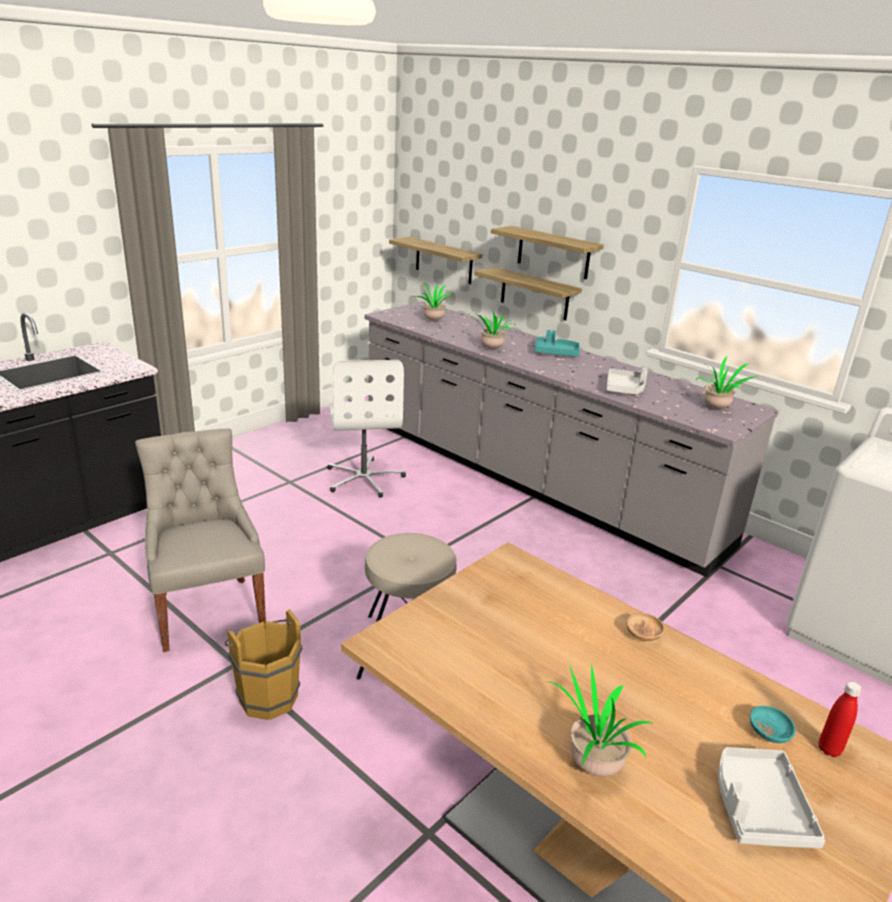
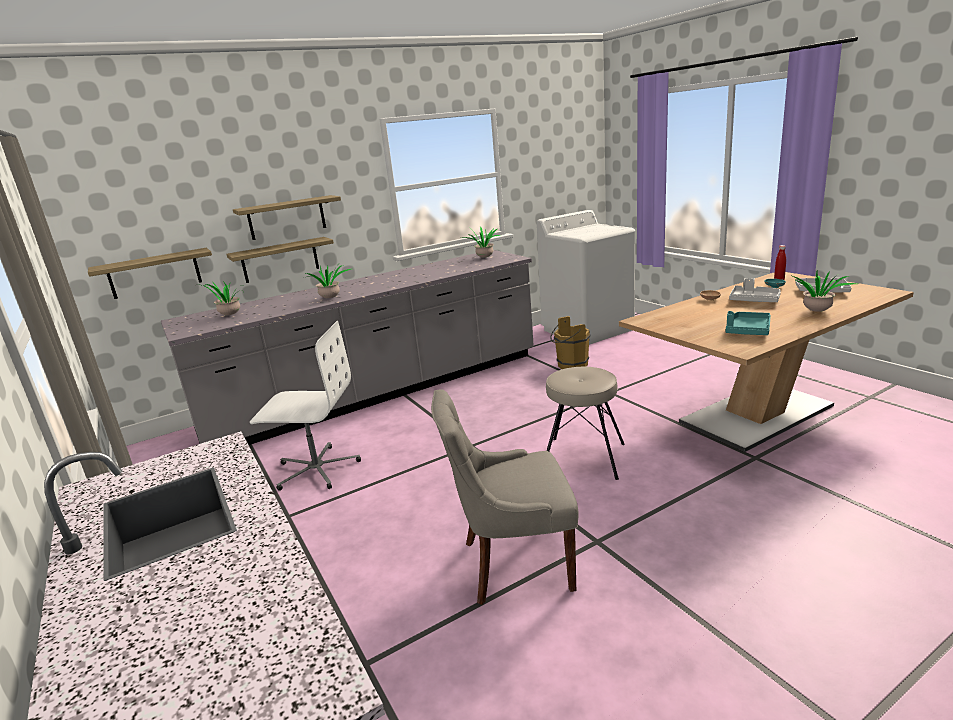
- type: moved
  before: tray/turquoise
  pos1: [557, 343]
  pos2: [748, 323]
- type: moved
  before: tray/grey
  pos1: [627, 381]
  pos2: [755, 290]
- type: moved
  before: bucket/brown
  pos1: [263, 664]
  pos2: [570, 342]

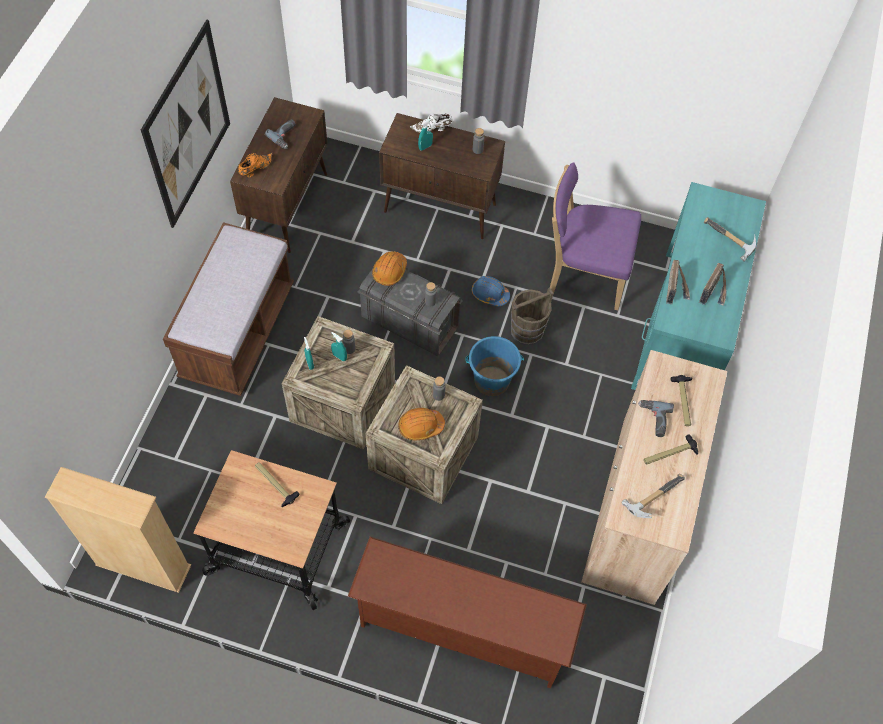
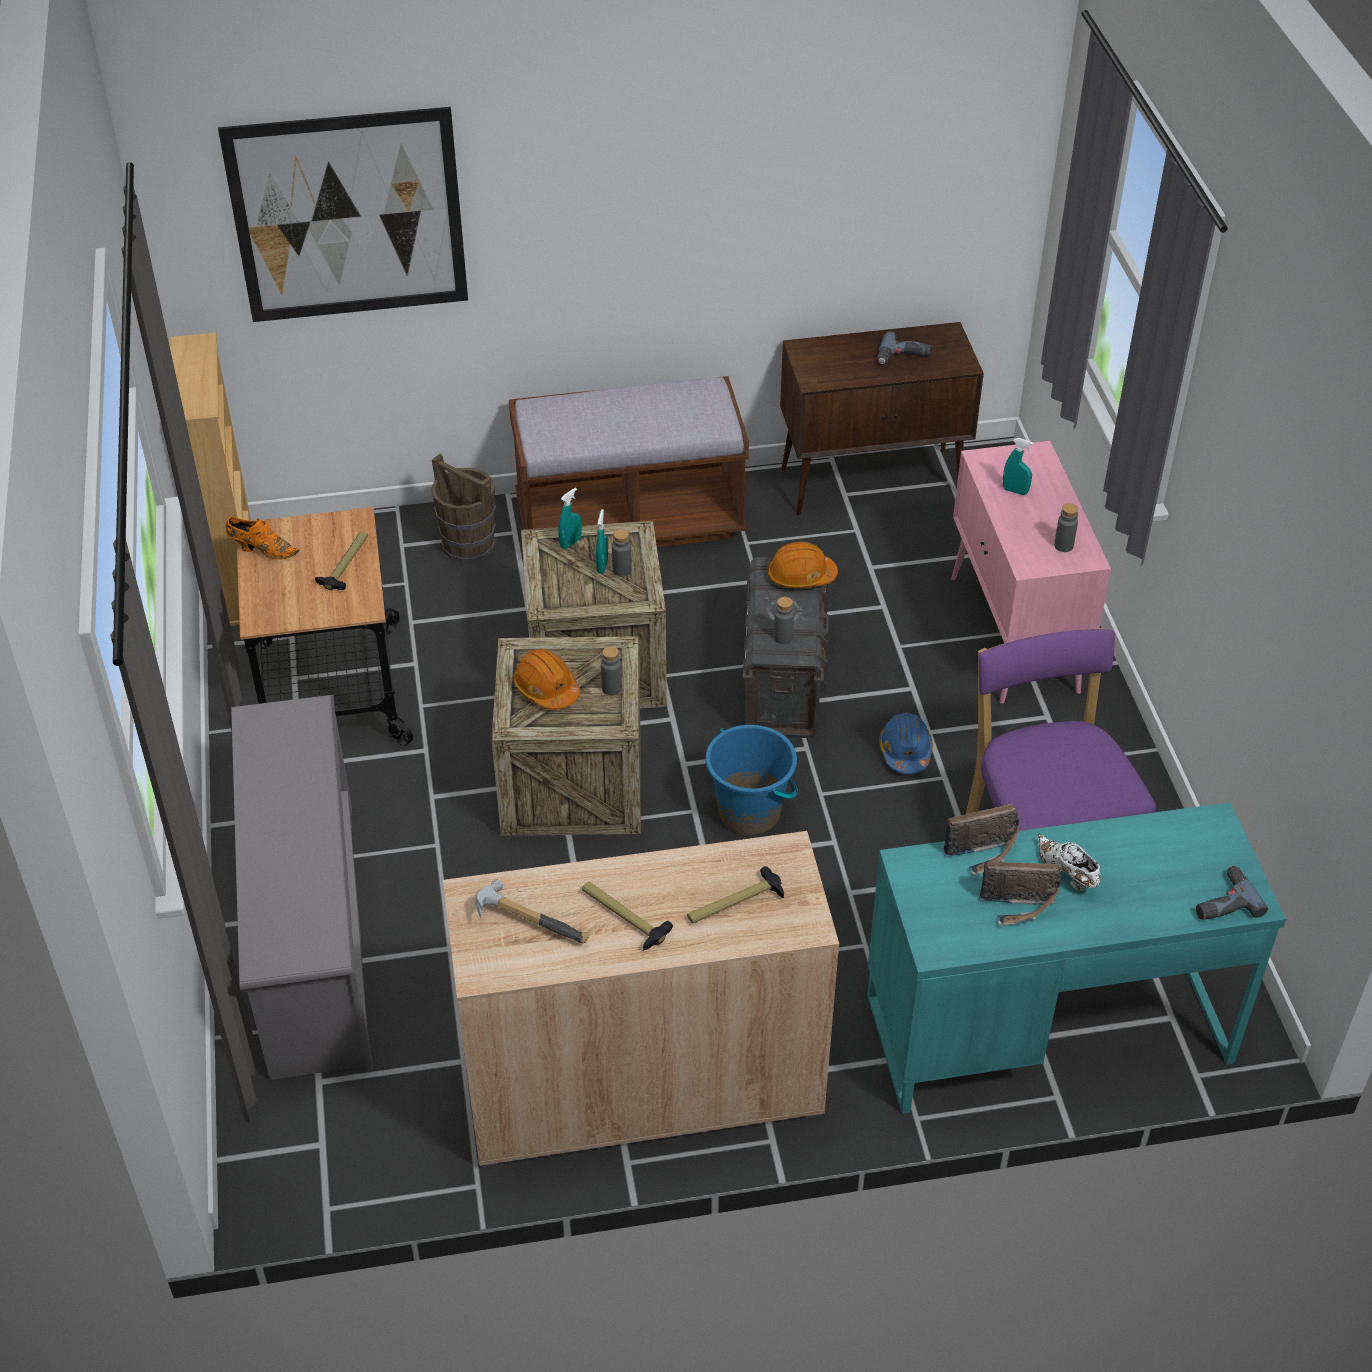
- type: moved
  before: picture
  pos1: [185, 123]
  pos2: [343, 214]
- type: recoloured
  before: cabinet/brown
  after: cabinet/pink
  pos1: [442, 176]
  pos2: [1031, 572]
- type: moved
  before: shoe/white
  pos1: [431, 123]
  pos2: [1069, 862]
- type: moved
  before: shoe/orange
  pos1: [255, 165]
  pos2: [263, 537]
- type: removed
  before: hammer
  pos1: [730, 239]
- type: moved
  before: bucket/brown
  pos1: [532, 316]
  pos2: [463, 508]
- type: moved
  before: power drill
  pos1: [656, 418]
  pos2: [1232, 892]
- type: recoloured
  before: shoe rack/brown
  after: shoe rack/grey
  pos1: [467, 612]
  pos2: [302, 887]

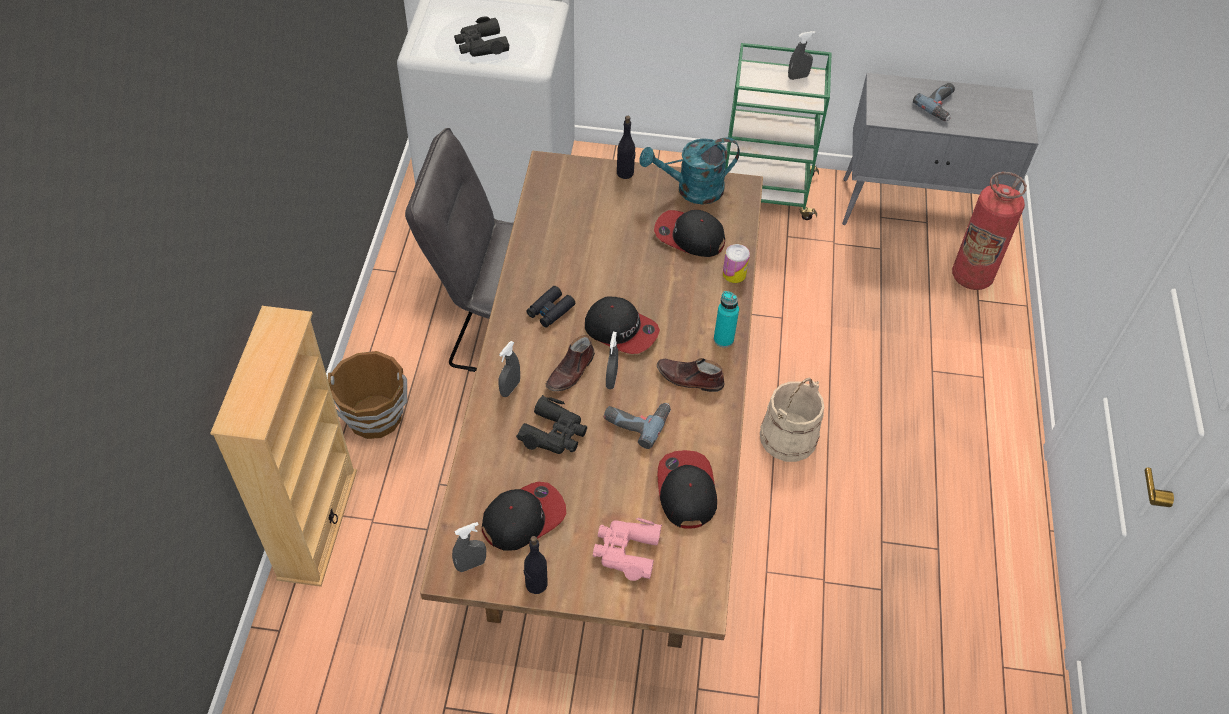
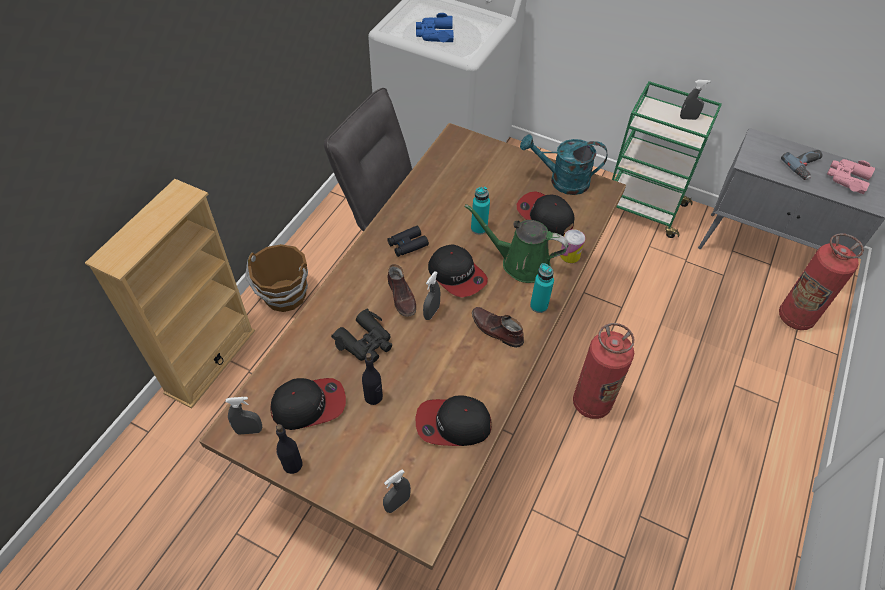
- type: recoloured
  before: binoculars/black
  after: binoculars/blue
  pos1: [482, 36]
  pos2: [435, 27]
- type: moved
  before: bottle/black
  pos1: [626, 147]
  pos2: [372, 379]
- type: turned
  before: shoe/brown
  pos1: [570, 363]
  pos2: [401, 290]
  turn: -75
- type: moved
  before: spray bottle/grey
  pos1: [509, 369]
  pos2: [397, 491]
- type: replaced
  before: bucket/beige
  after: fire extinguisher
  pos1: [792, 419]
  pos2: [603, 371]
- type: removed
  before: power drill
  pos1: [637, 426]
- type: turned
  before: cap
  pos1: [687, 489]
  pos2: [454, 420]
  turn: -105
- type: moved
  before: binoculars/pink
  pos1: [627, 549]
  pos2: [851, 176]
- type: added
  after: bottle/turquoise
  pos2: [480, 211]
- type: added
  after: watering can/green
  pos2: [516, 243]

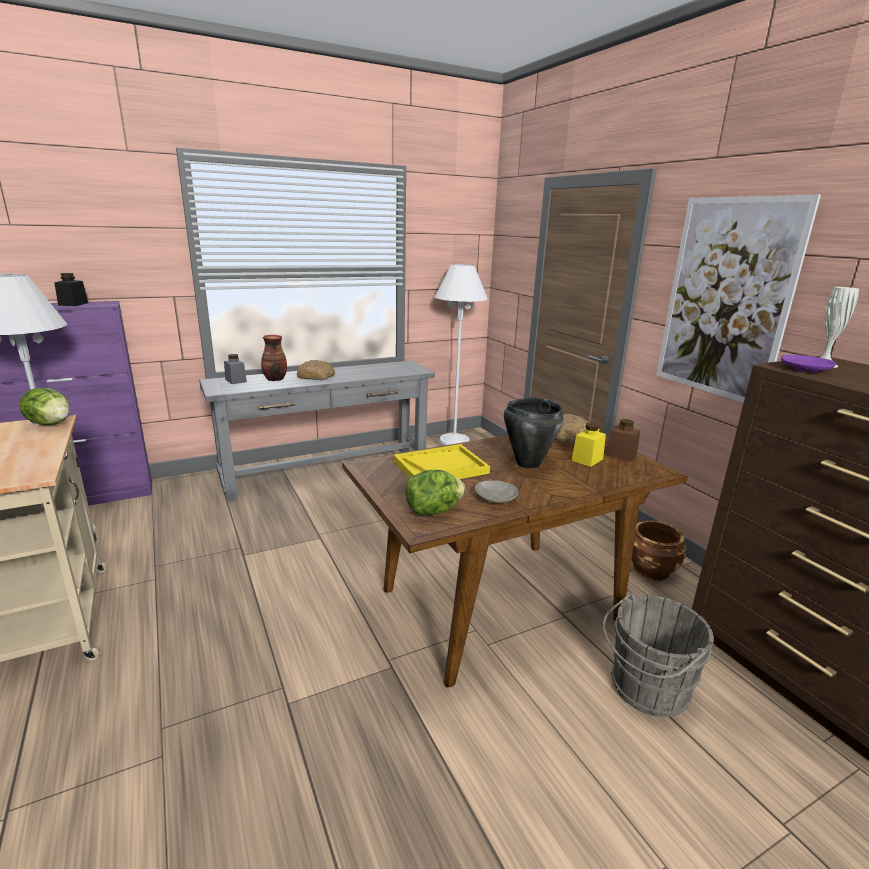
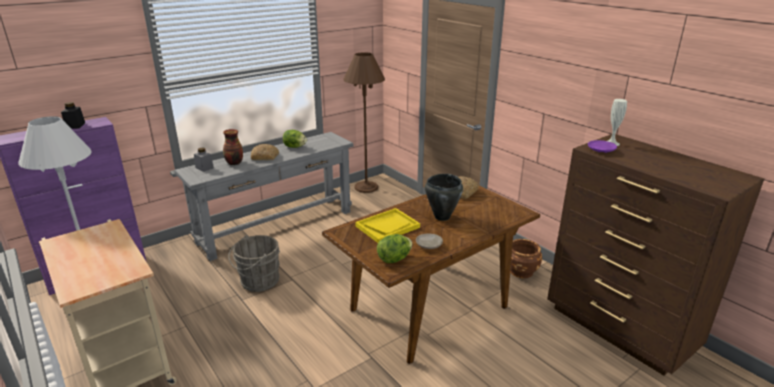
- type: removed
  before: picture
  pos1: [738, 299]
- type: recoloured
  before: floor lamp/white
  after: floor lamp/brown
  pos1: [461, 354]
  pos2: [364, 122]
- type: moved
  before: lettuce
  pos1: [45, 406]
  pos2: [295, 139]
- type: removed
  before: jar/brown
  pos1: [623, 440]
- type: removed
  before: jar/yellow
  pos1: [589, 445]
- type: moved
  before: bucket/grey
  pos1: [658, 655]
  pos2: [254, 263]

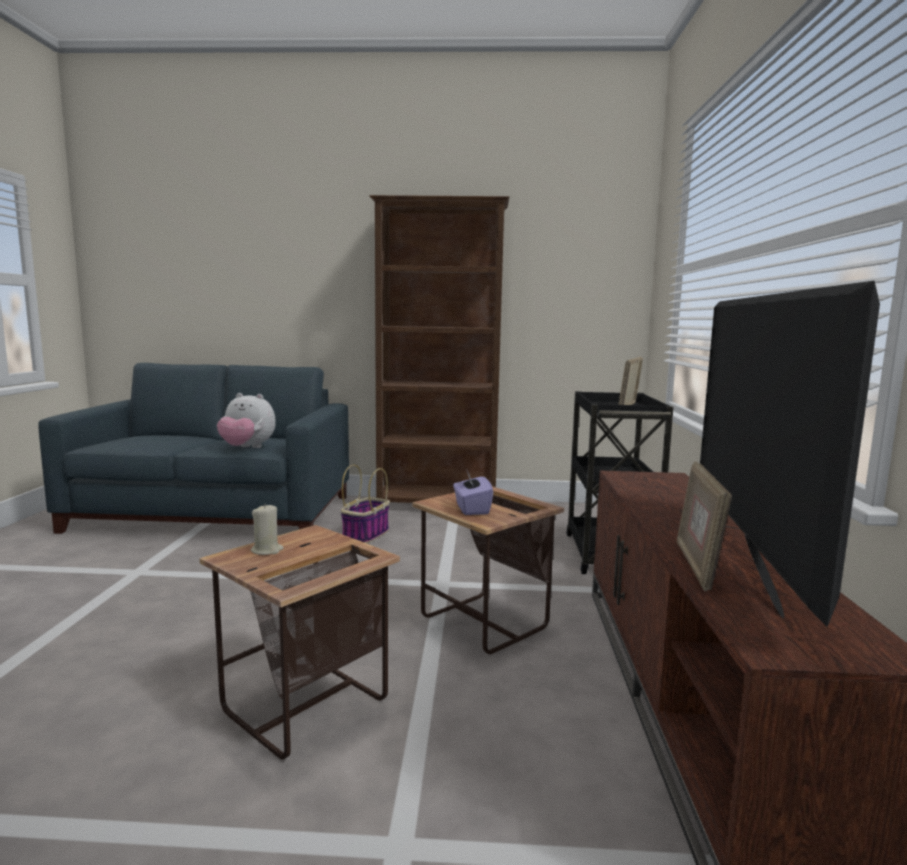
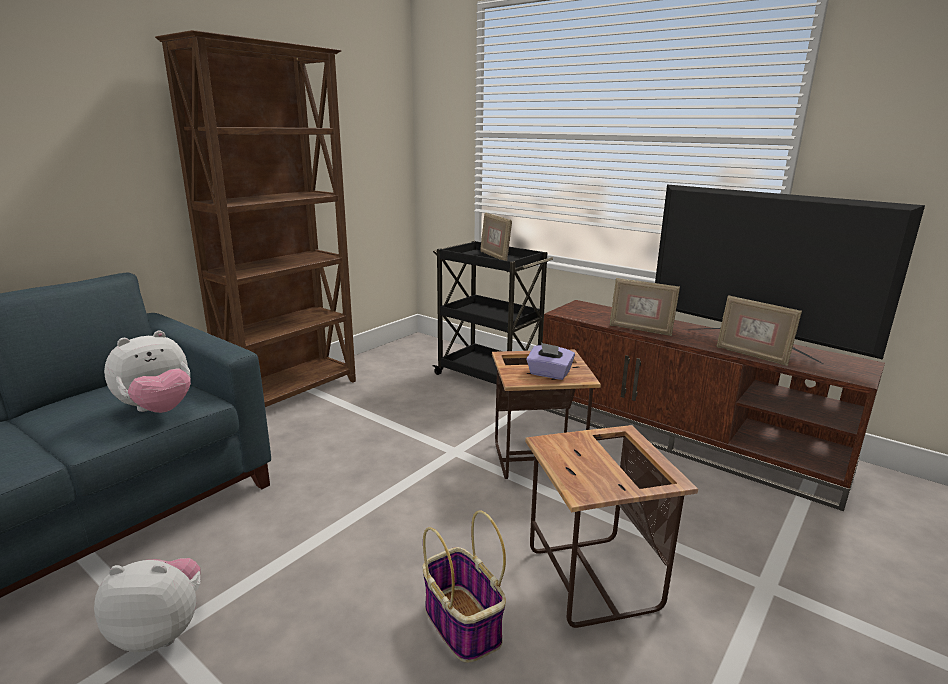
- type: moved
  before: basket
  pos1: [365, 504]
  pos2: [464, 586]
- type: removed
  before: candle/beige
  pos1: [267, 529]
- type: added
  after: picture frame
  pos2: [645, 307]
- type: added
  after: plush toy
  pos2: [147, 605]

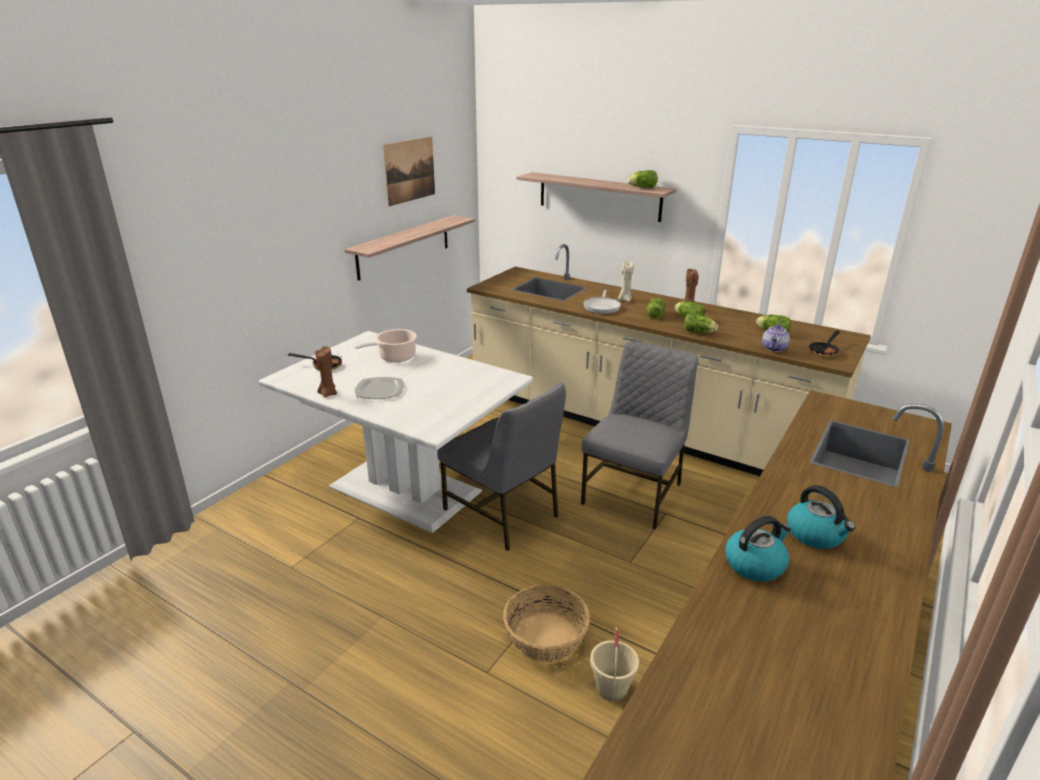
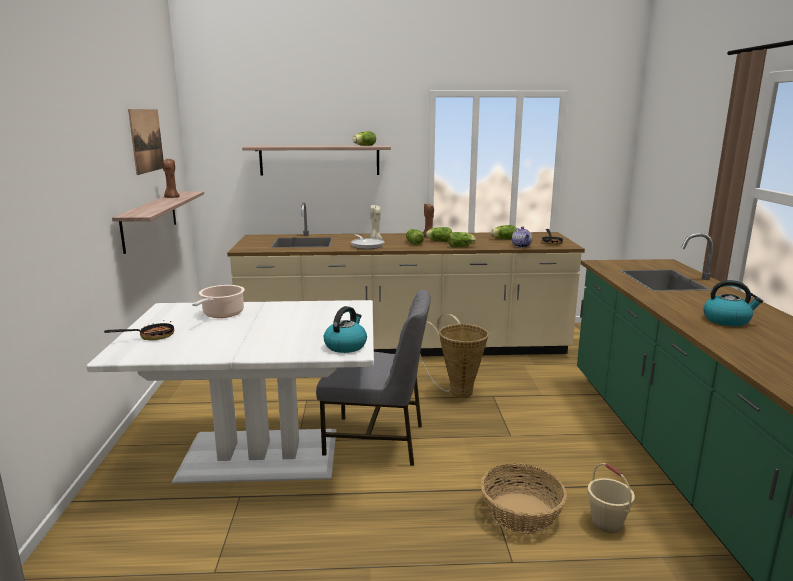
- type: replaced
  before: chair/grey
  after: basket
  pos1: [639, 435]
  pos2: [454, 356]
- type: moved
  before: candle/brown
  pos1: [326, 372]
  pos2: [171, 178]
- type: removed
  before: plate
  pos1: [379, 388]
- type: moved
  before: kettle
  pos1: [758, 549]
  pos2: [345, 329]

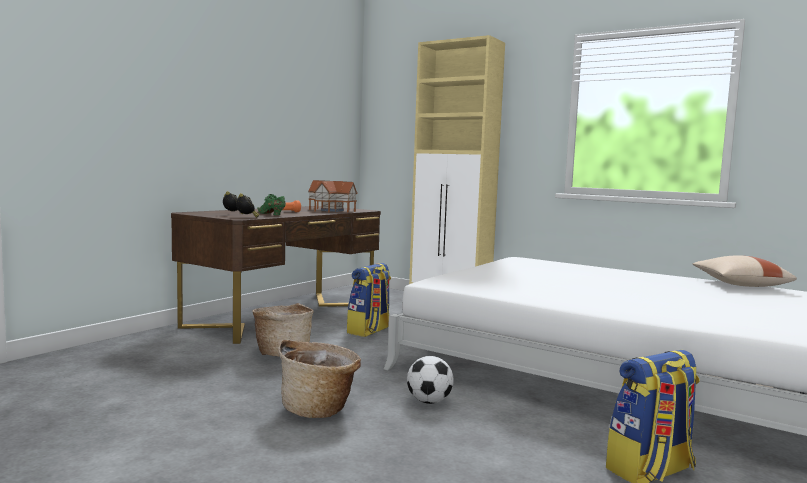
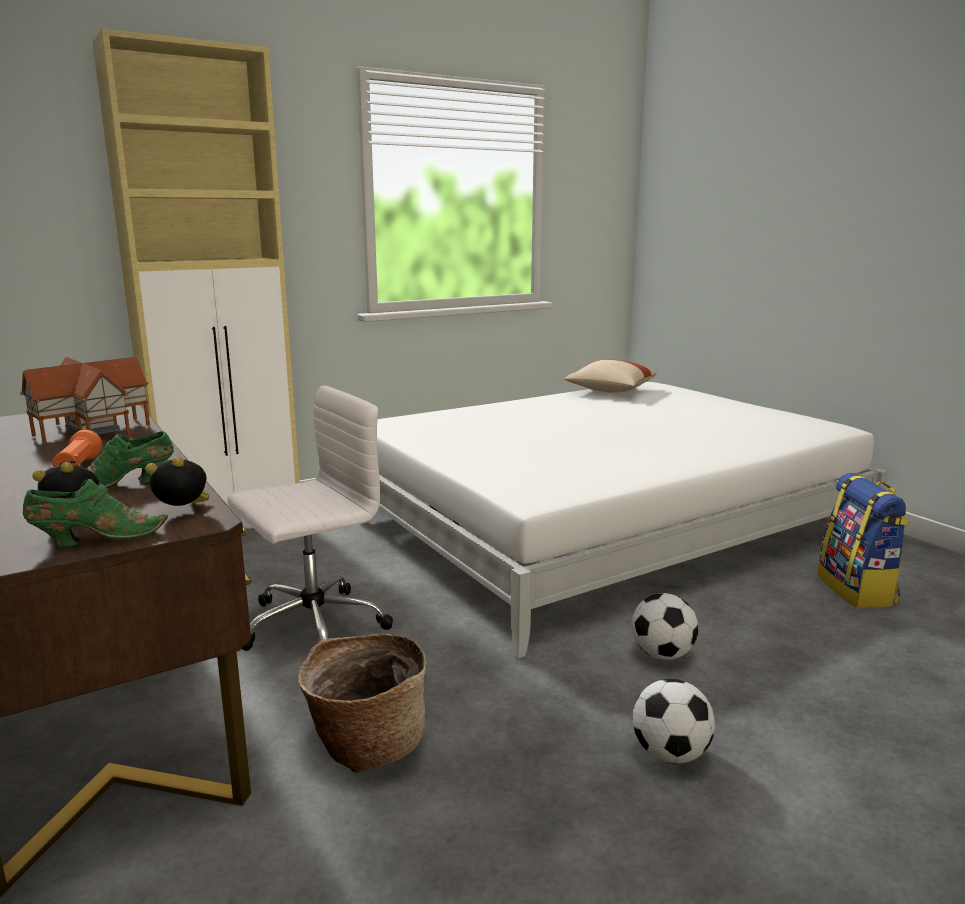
- type: replaced
  before: backpack
  after: office chair/white
  pos1: [369, 300]
  pos2: [310, 518]
- type: replaced
  before: basket
  after: football
  pos1: [319, 379]
  pos2: [674, 721]
- type: added
  after: shoe/green
  pos2: [95, 513]

